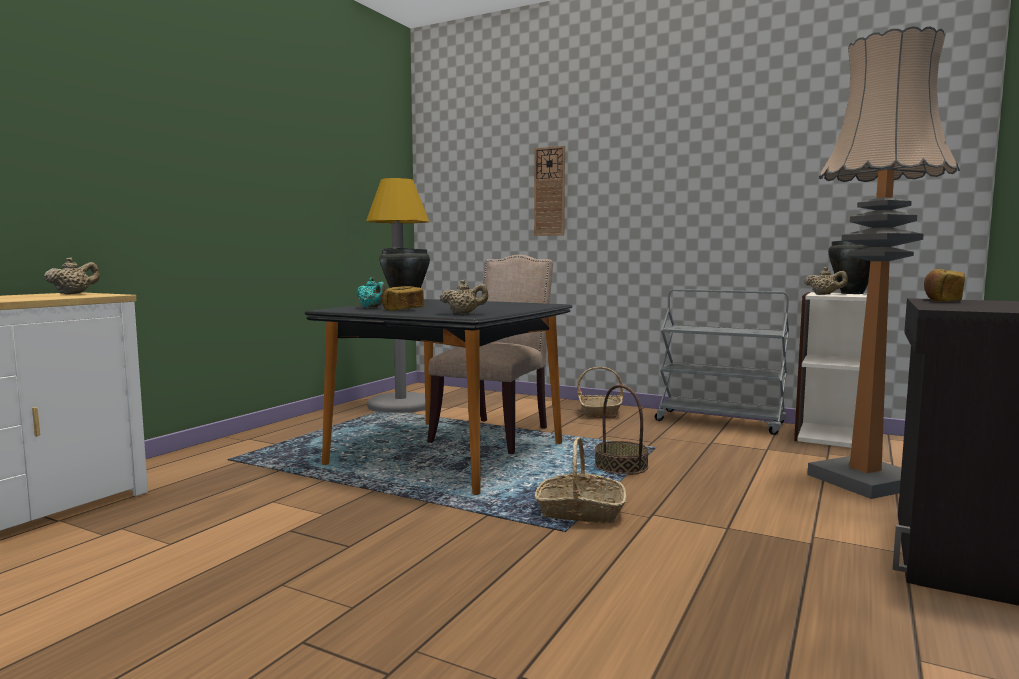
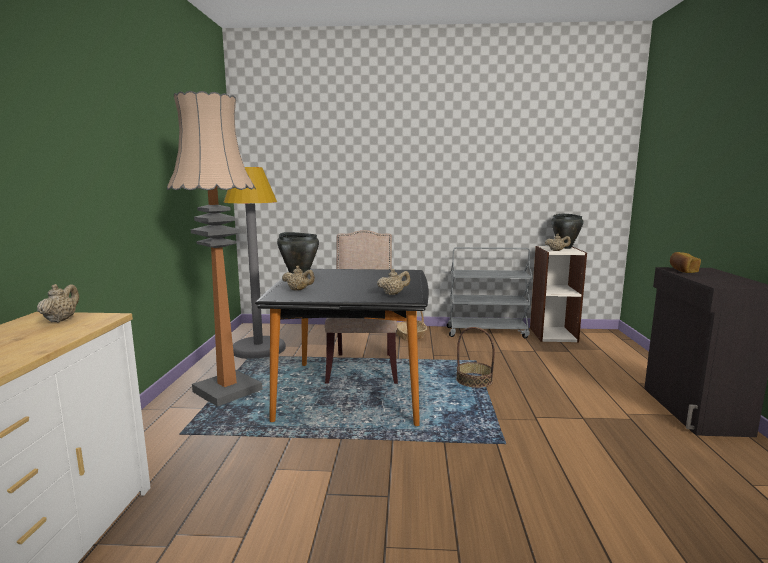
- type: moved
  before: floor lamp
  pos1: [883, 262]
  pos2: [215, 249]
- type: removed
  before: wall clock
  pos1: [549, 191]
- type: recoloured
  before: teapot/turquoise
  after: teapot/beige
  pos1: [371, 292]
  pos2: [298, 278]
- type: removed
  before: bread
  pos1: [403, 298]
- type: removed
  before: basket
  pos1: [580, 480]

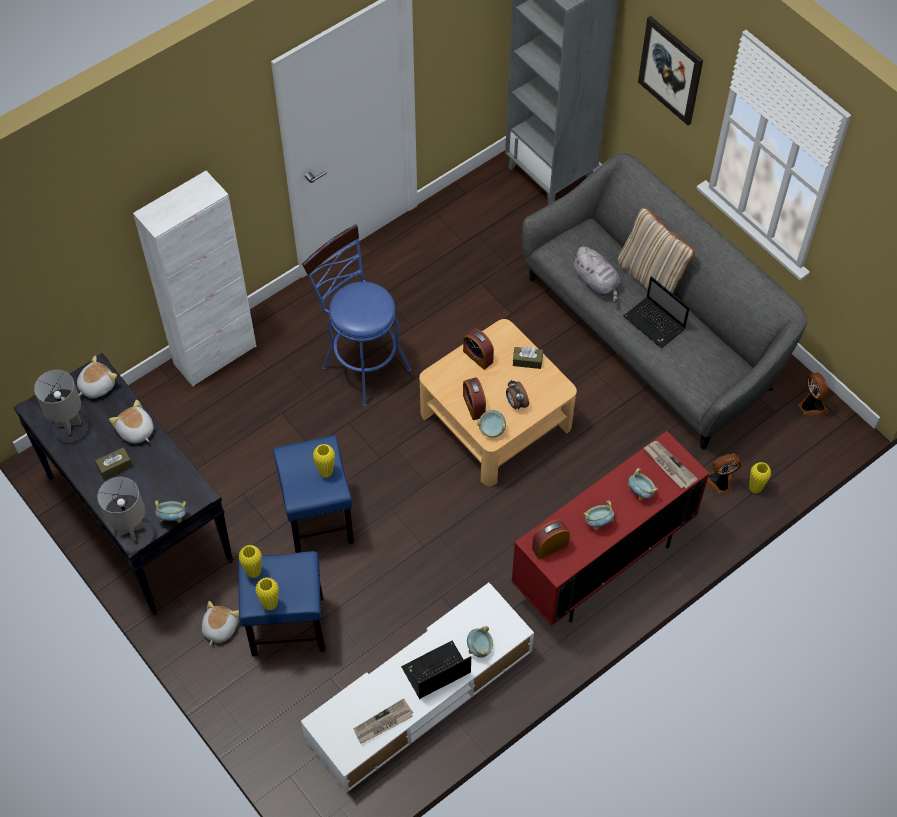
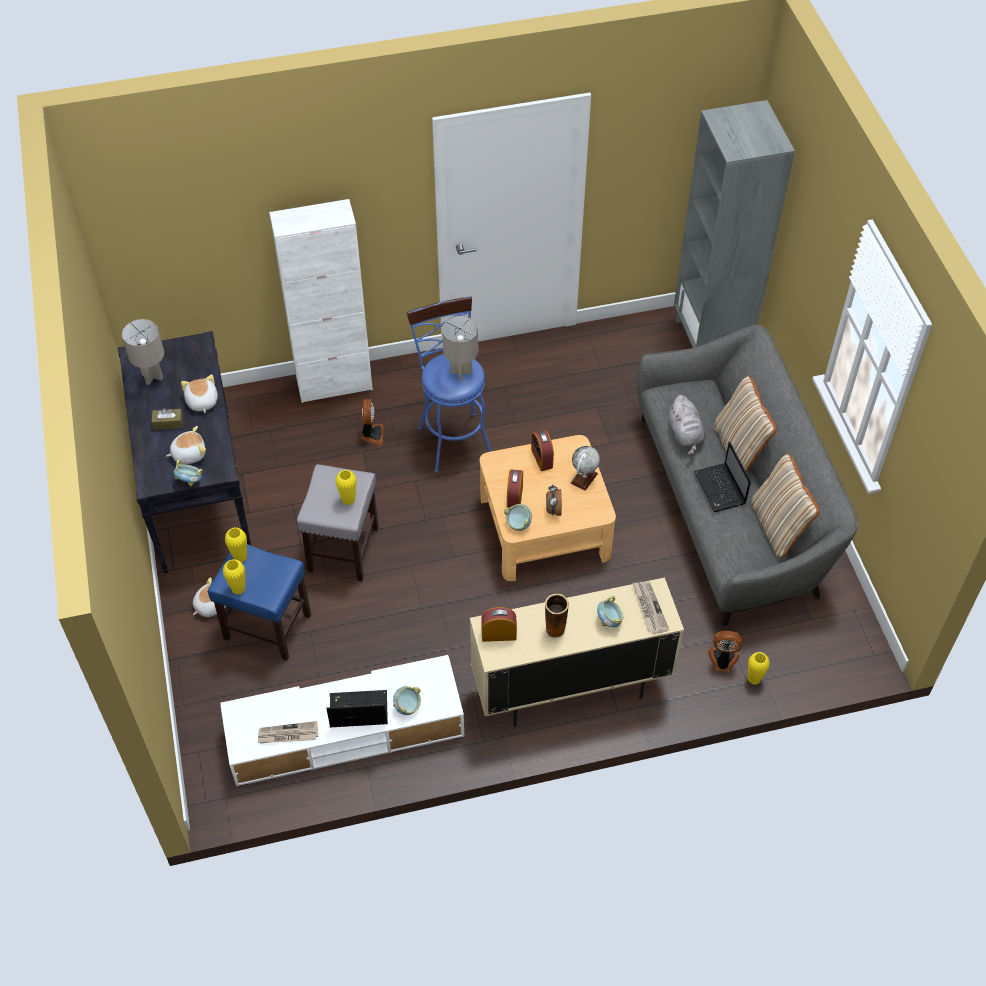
- type: removed
  before: picture
  pos1: [670, 70]
- type: replaced
  before: tissue box/brown
  after: globe
  pos1: [528, 358]
  pos2: [585, 468]
- type: moved
  before: plush toy
  pos1: [97, 377]
  pos2: [186, 445]
- type: moved
  before: fan
  pos1: [813, 393]
  pos2: [372, 422]
- type: recoloured
  before: cabinet/red
  after: cabinet/beige
  pos1: [610, 528]
  pos2: [577, 652]
- type: recoloured
  before: stool/blue
  after: stool/grey
  pos1: [313, 494]
  pos2: [338, 522]
- type: moved
  before: table lamp/grey
  pos1: [121, 509]
  pos2: [460, 348]
- type: replaced
  before: bowl
  after: vase
  pos1: [598, 515]
  pos2: [557, 616]
- type: added
  after: pillow/beige
  pos2: [785, 505]

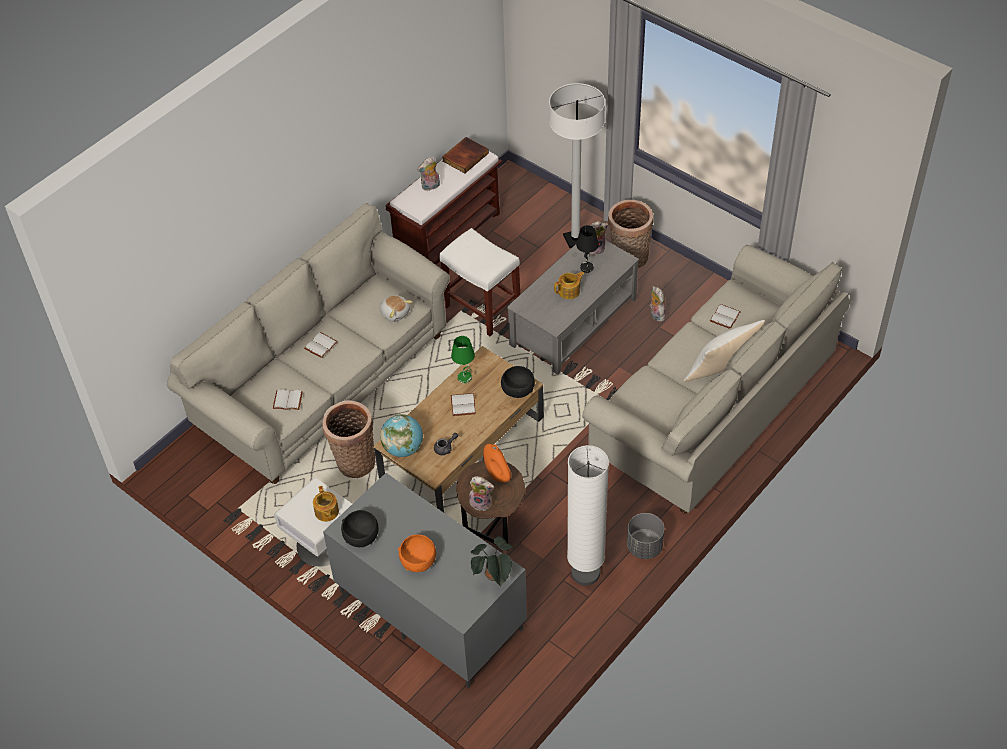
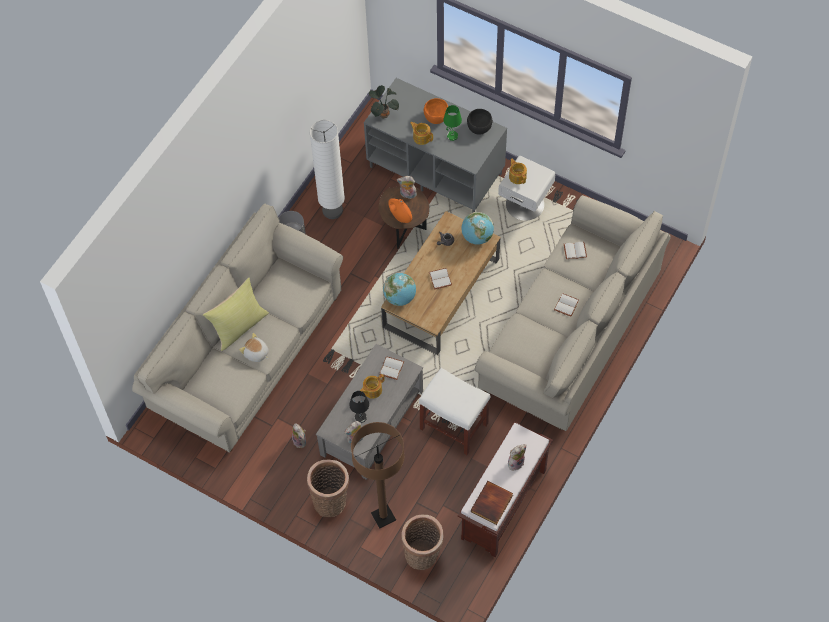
- type: recoloured
  before: floor lamp/white
  after: floor lamp/brown
  pos1: [577, 165]
  pos2: [378, 475]
- type: moved
  before: plush toy
  pos1: [396, 308]
  pos2: [254, 347]
- type: moved
  before: book/white
  pos1: [725, 316]
  pos2: [391, 368]
- type: recoloured
  before: pillow/white
  after: pillow/yellow
  pos1: [724, 351]
  pos2: [236, 314]
- type: moved
  before: table lamp/green
  pos1: [463, 359]
  pos2: [452, 123]
- type: replaced
  before: bowl/black
  after: globe
  pos1: [518, 382]
  pos2: [399, 289]
- type: moved
  before: basket
  pos1: [348, 439]
  pos2: [422, 542]
- type: added
  after: teapot
  pos2: [421, 133]

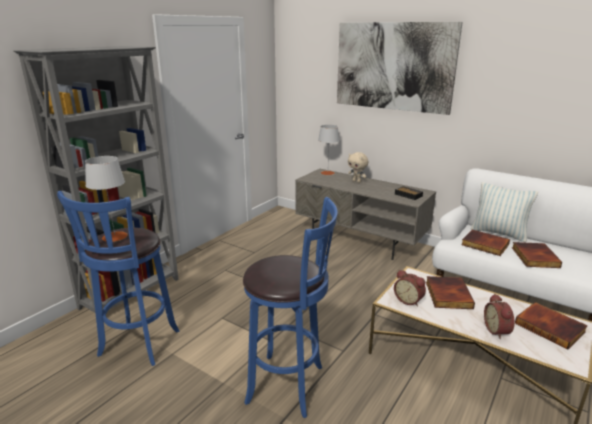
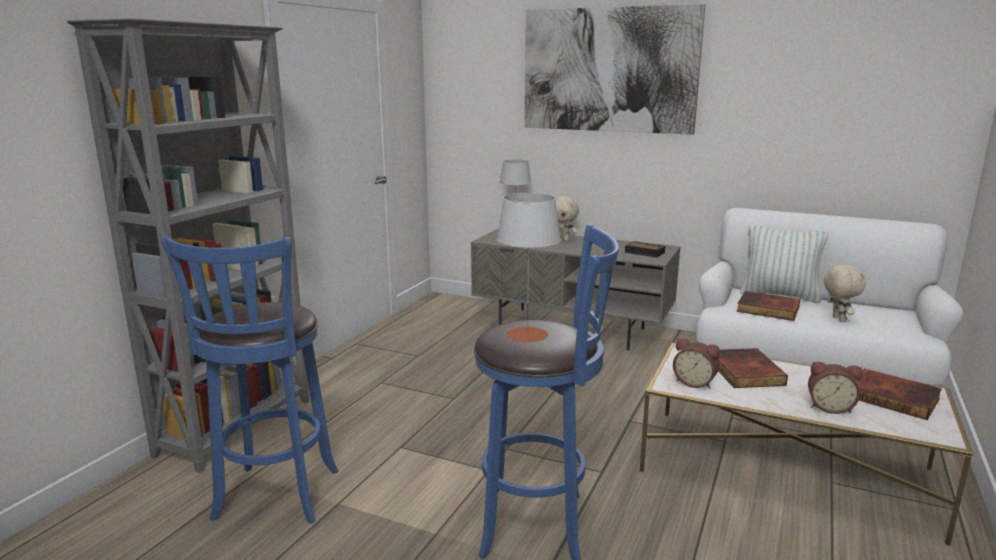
- type: moved
  before: table lamp/grey
  pos1: [106, 199]
  pos2: [529, 268]
- type: replaced
  before: book
  after: plush toy/beige
  pos1: [537, 255]
  pos2: [845, 293]
- type: turned
  before: alarm clock
  pos1: [499, 316]
  pos2: [835, 388]
  turn: -60

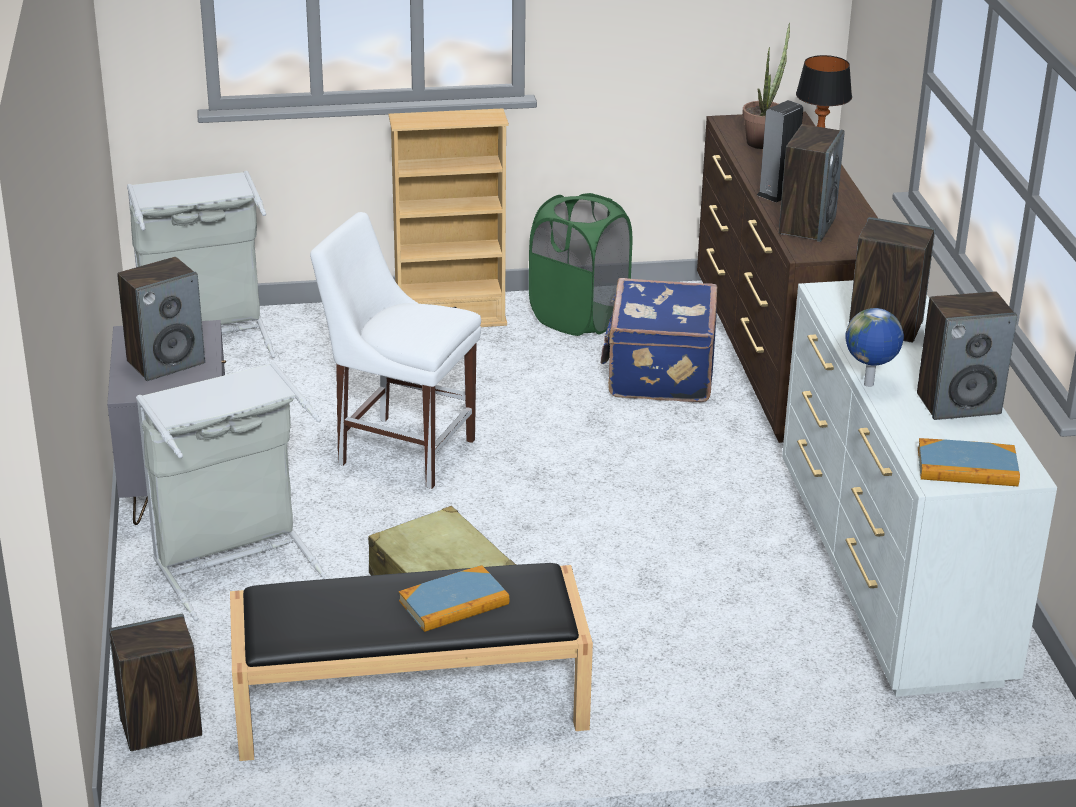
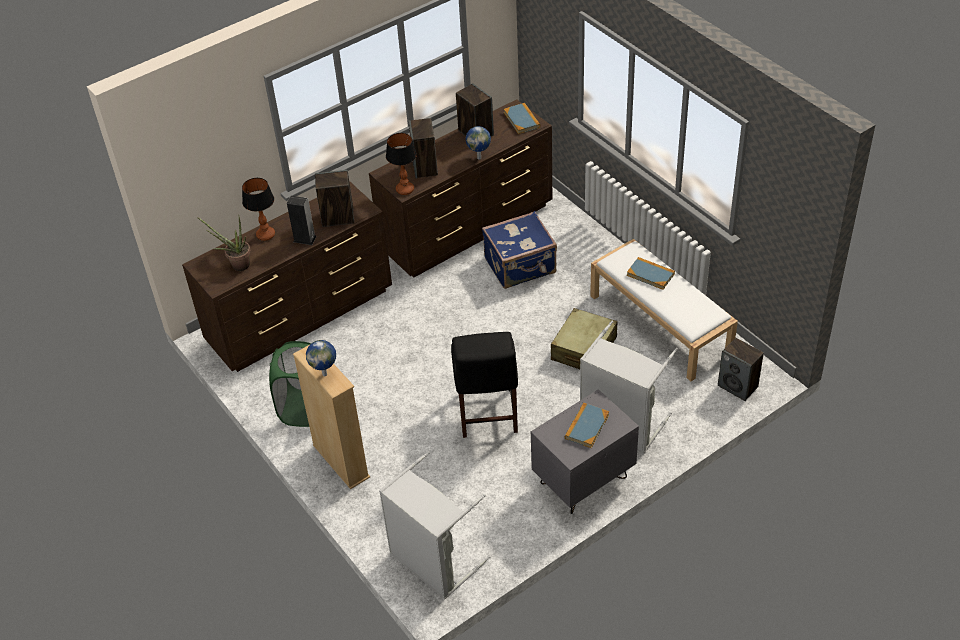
- type: recoloured
  before: chair/white
  after: chair/black
  pos1: [395, 350]
  pos2: [484, 385]
- type: replaced
  before: speaker
  after: book
  pos1: [161, 319]
  pos2: [587, 425]
- type: moved
  before: suitcase/blue
  pos1: [659, 340]
  pos2: [519, 250]
- type: recoloured
  before: dresser/white
  after: dresser/brown
  pos1: [919, 488]
  pos2: [460, 188]
- type: recoloured
  before: bench/black
  after: bench/white
  pos1: [411, 662]
  pos2: [664, 310]
- type: added
  after: table lamp
  pos2: [401, 164]
- type: added
  after: globe
  pos2: [321, 358]

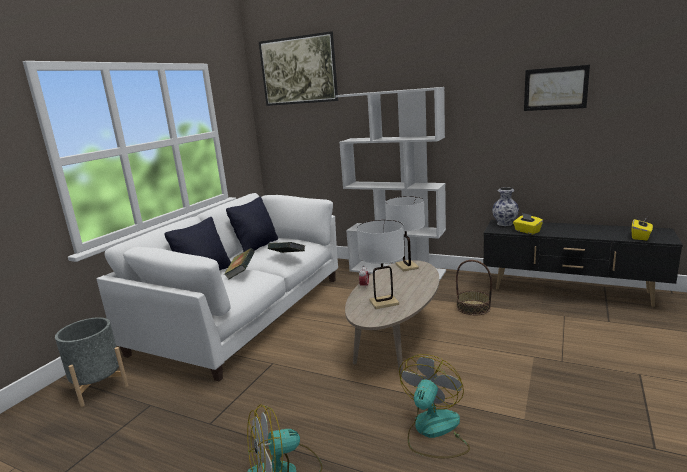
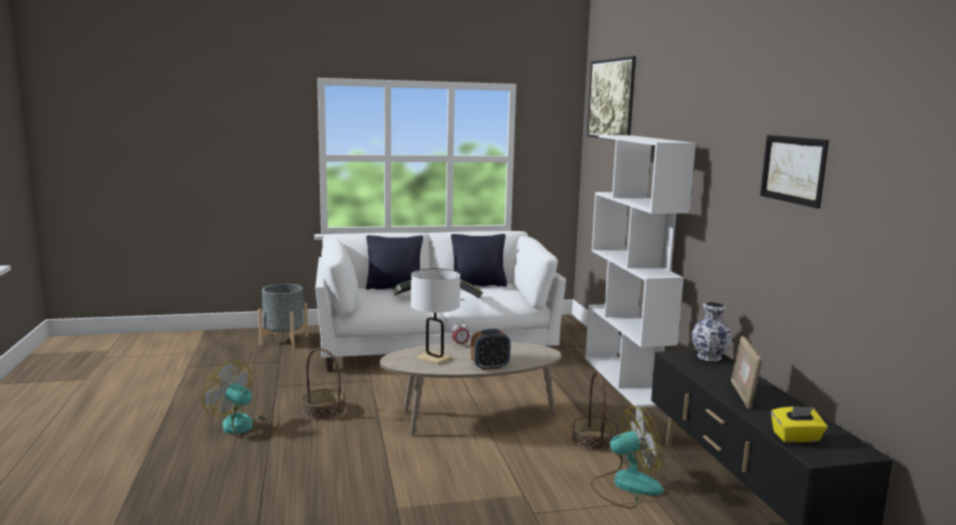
- type: removed
  before: table lamp/white
  pos1: [405, 233]
- type: removed
  before: tissue box/yellow
  pos1: [528, 223]
- type: moved
  before: fan
  pos1: [434, 406]
  pos2: [627, 457]
- type: added
  after: alarm clock
  pos2: [491, 349]
- type: added
  after: picture frame
  pos2: [746, 372]
- type: added
  after: basket
  pos2: [323, 384]

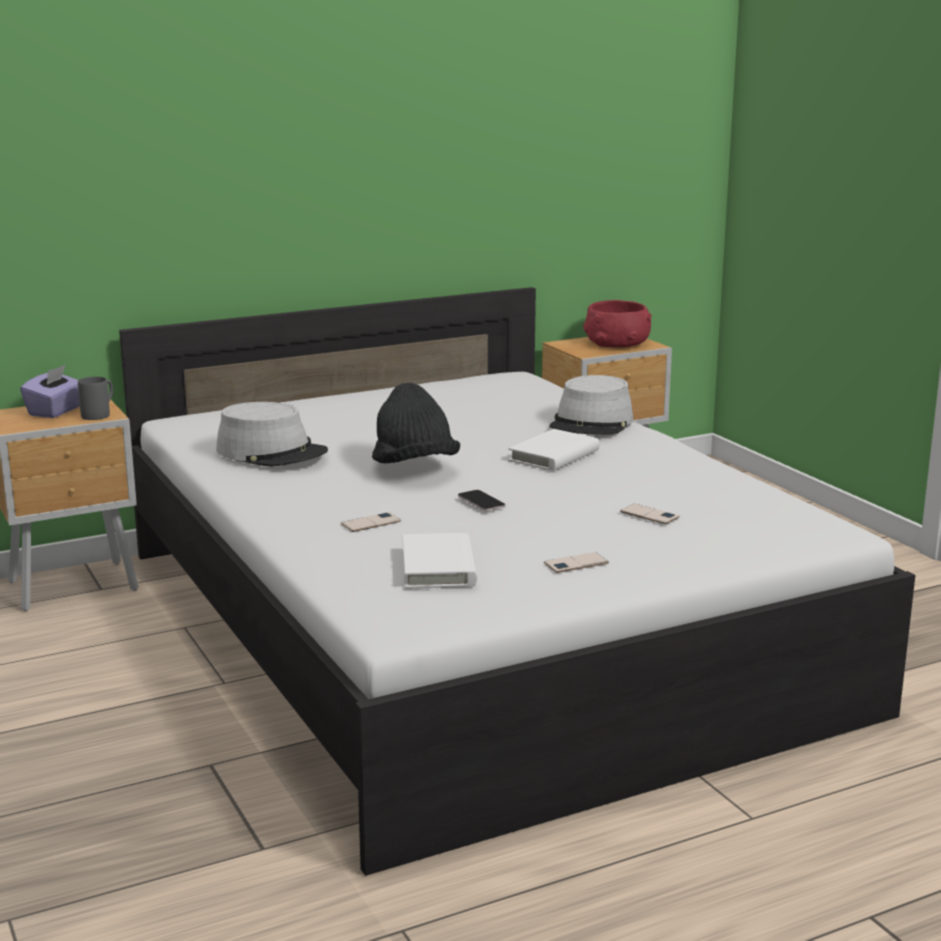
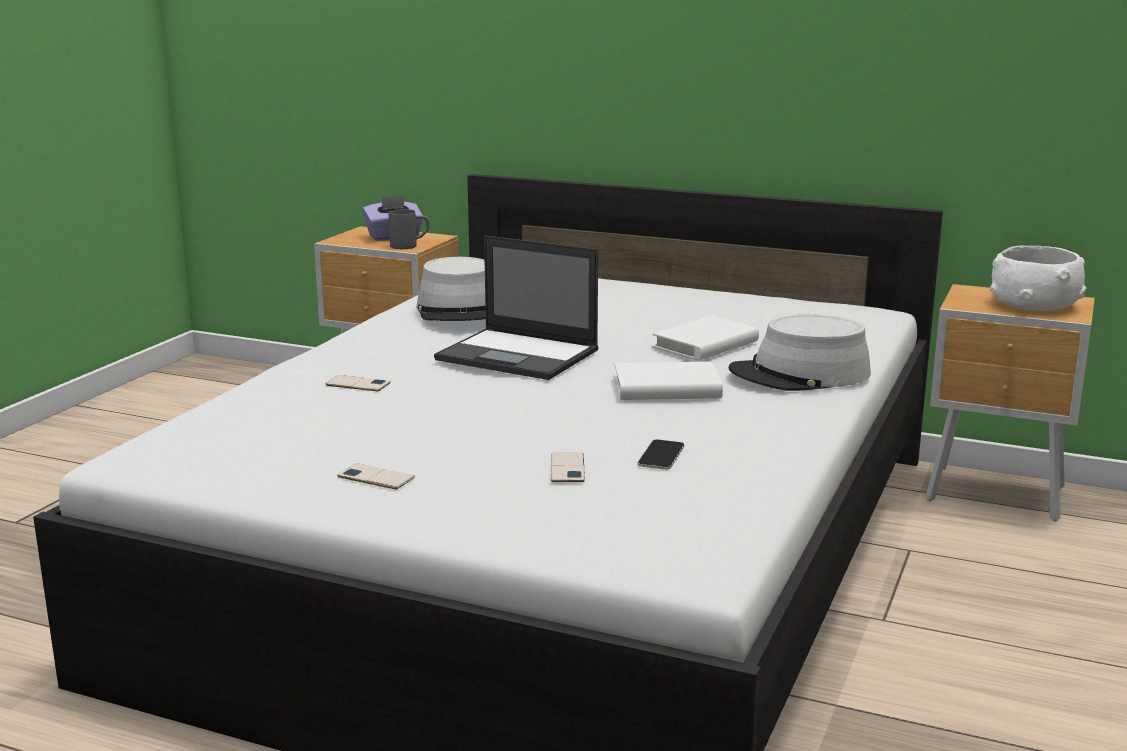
- type: recoloured
  before: bowl/red
  after: bowl/white
  pos1: [617, 324]
  pos2: [1038, 278]
- type: replaced
  before: hat/black
  after: laptop
  pos1: [416, 423]
  pos2: [516, 307]
- type: moved
  before: phone
  pos1: [482, 500]
  pos2: [660, 454]
- type: moved
  before: book/white
  pos1: [439, 561]
  pos2: [705, 338]

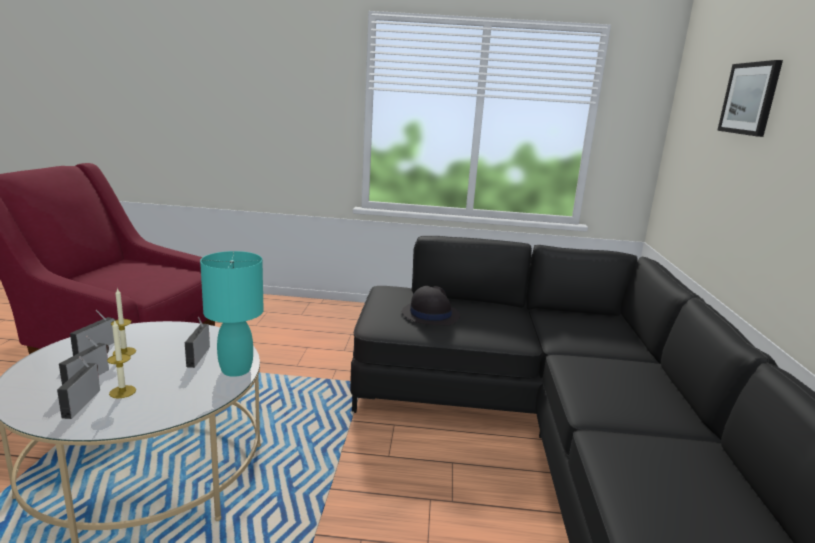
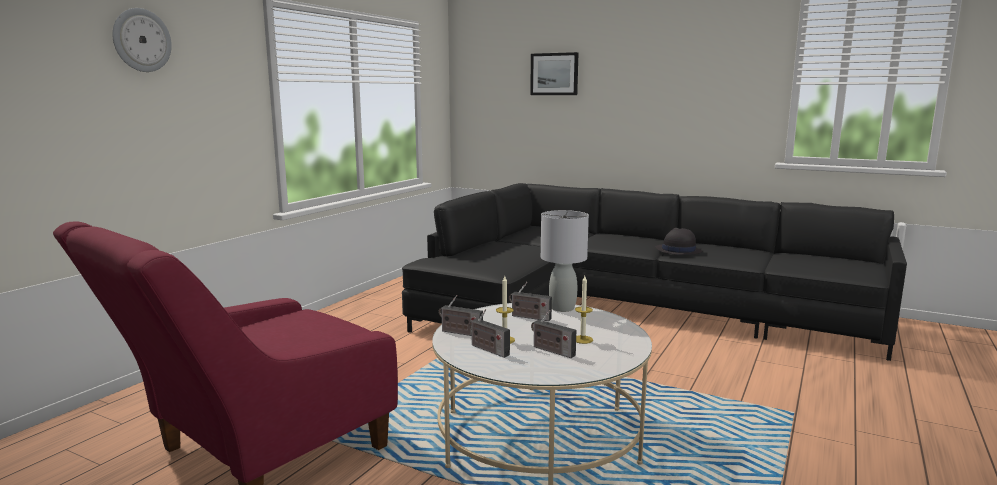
- type: recoloured
  before: table lamp/turquoise
  after: table lamp/grey
  pos1: [232, 314]
  pos2: [565, 261]
- type: moved
  before: hat/black
  pos1: [431, 306]
  pos2: [678, 241]
- type: moved
  before: radio
  pos1: [78, 387]
  pos2: [460, 315]
- type: added
  after: wall clock
  pos2: [142, 40]

